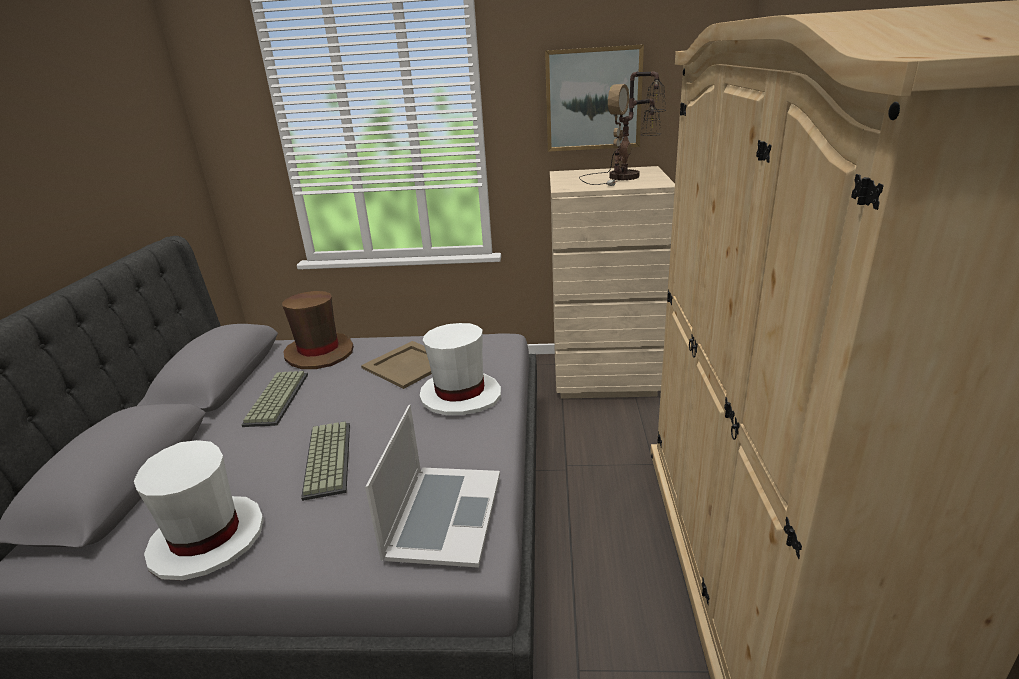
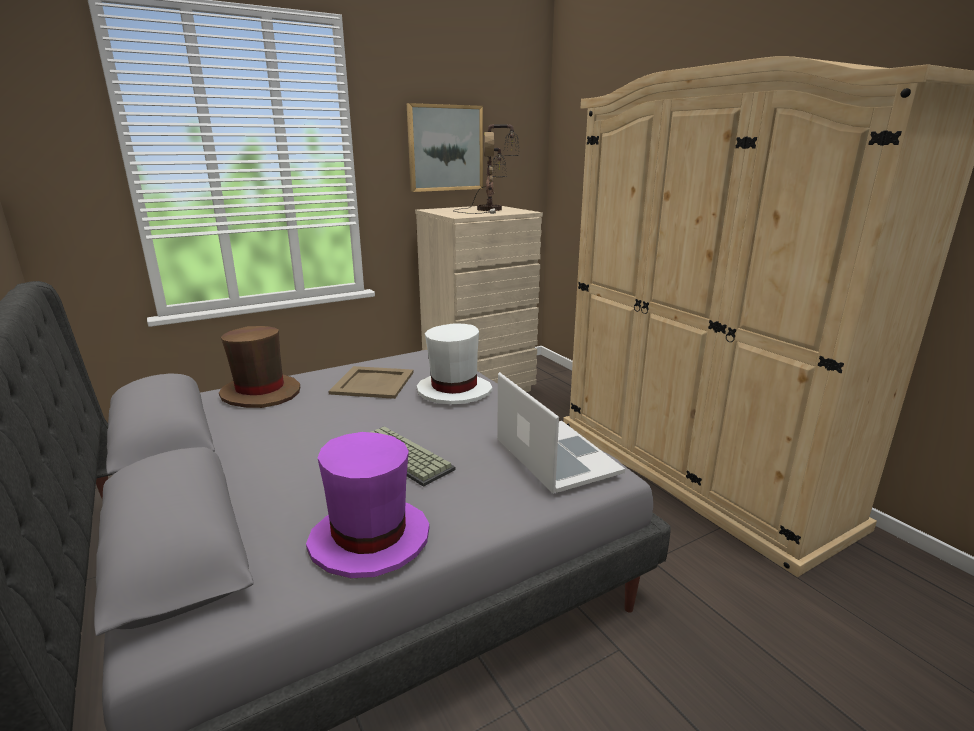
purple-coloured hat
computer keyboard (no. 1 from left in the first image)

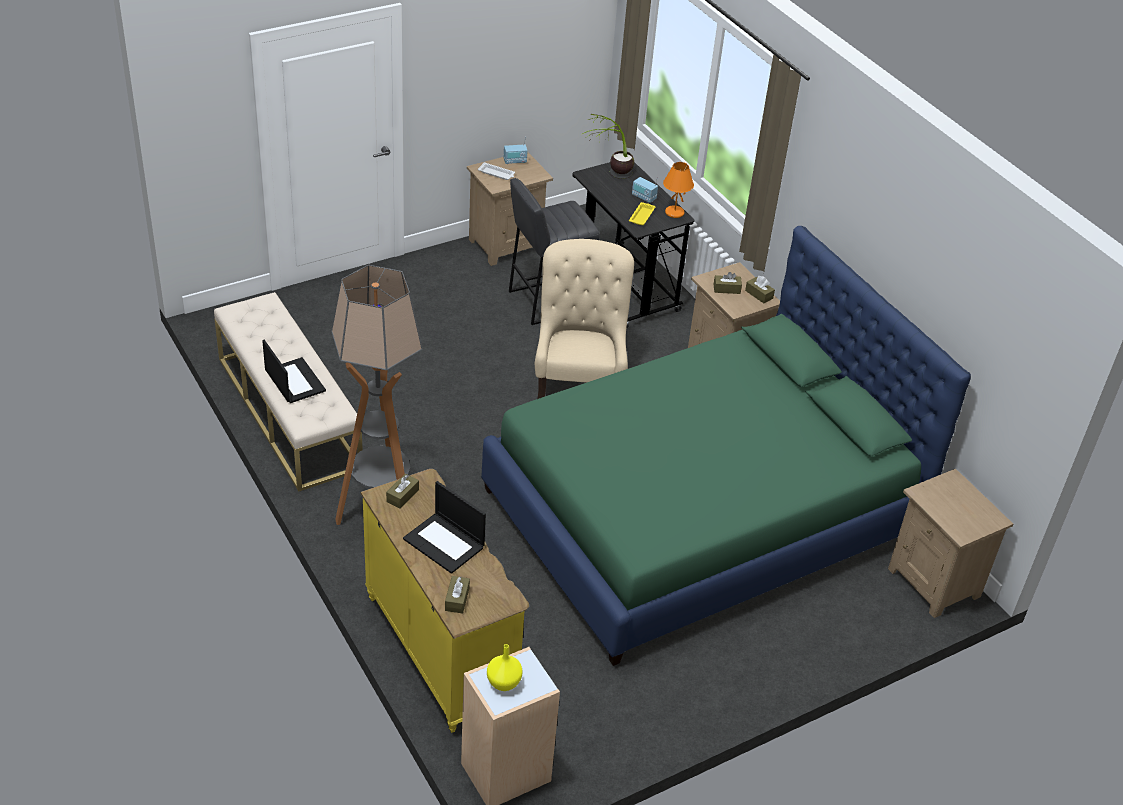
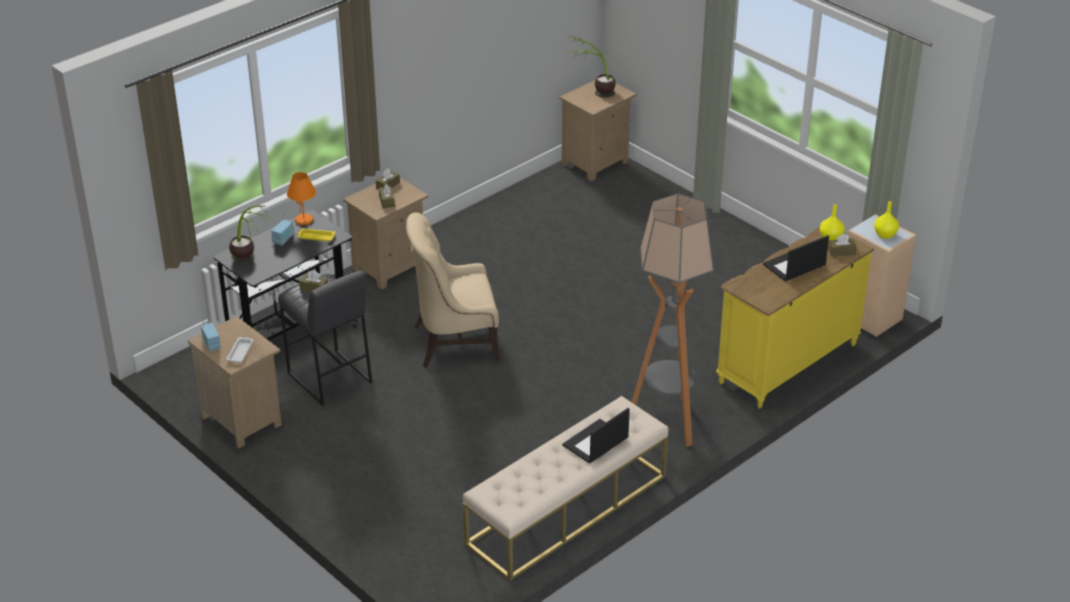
brownish tissue box (no. 1 from left)
notebook computer (no. 2 from left)
green-coloured sleeping bed
plant in a pot (no. 2 from left)
yellow-coloured vase (no. 1 from left)

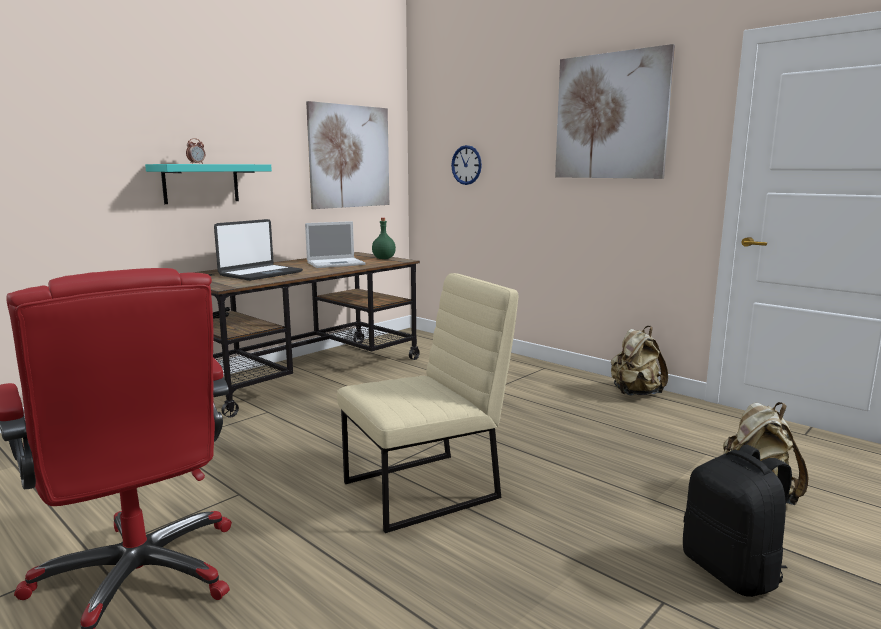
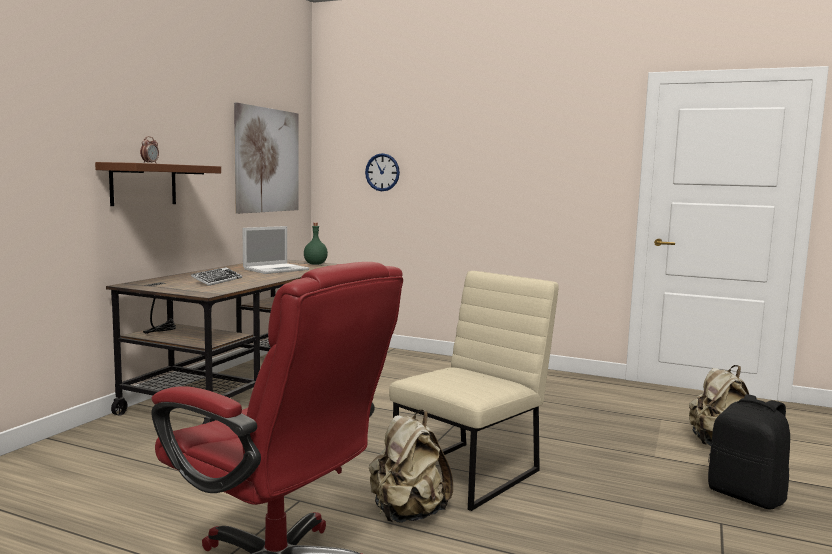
brownish shelf
computer keyboard
wall picture (no. 2 from left in the first image)
beige-coloured knapsack (no. 1 from left)

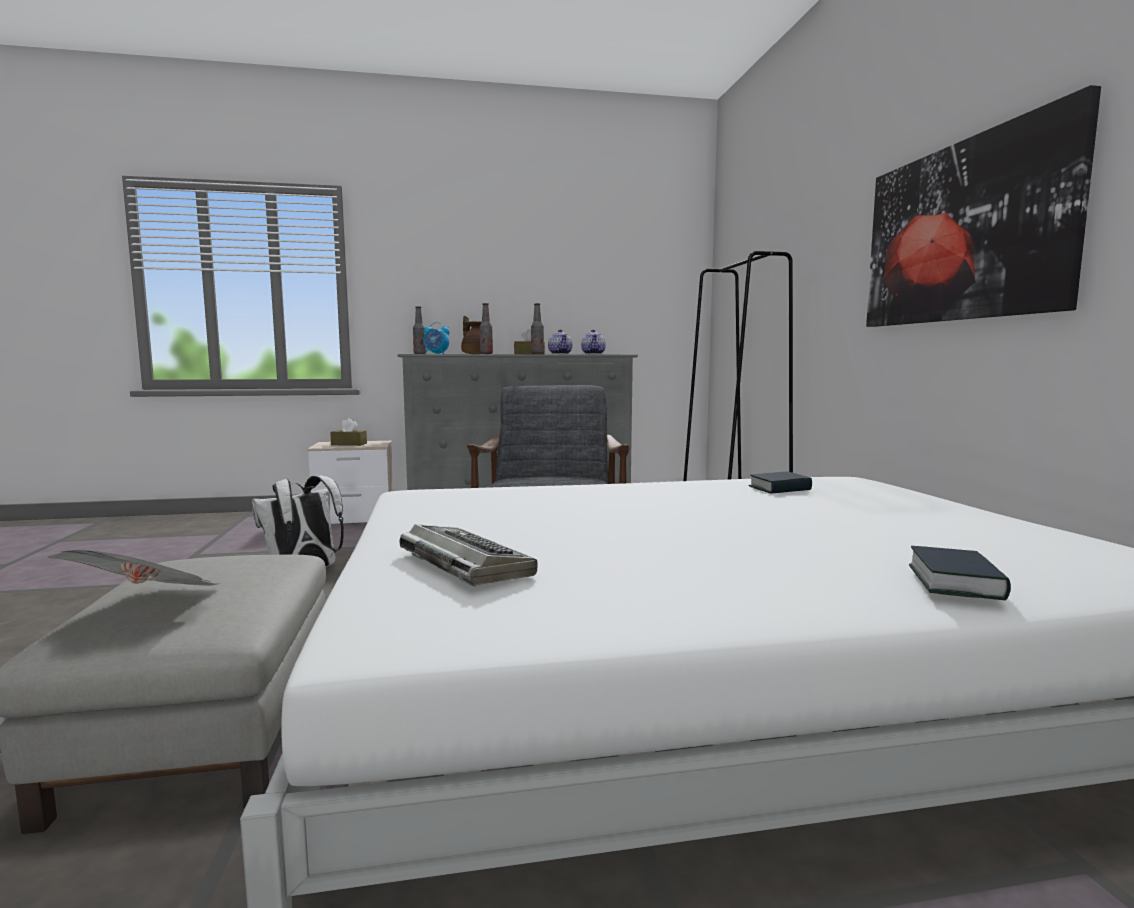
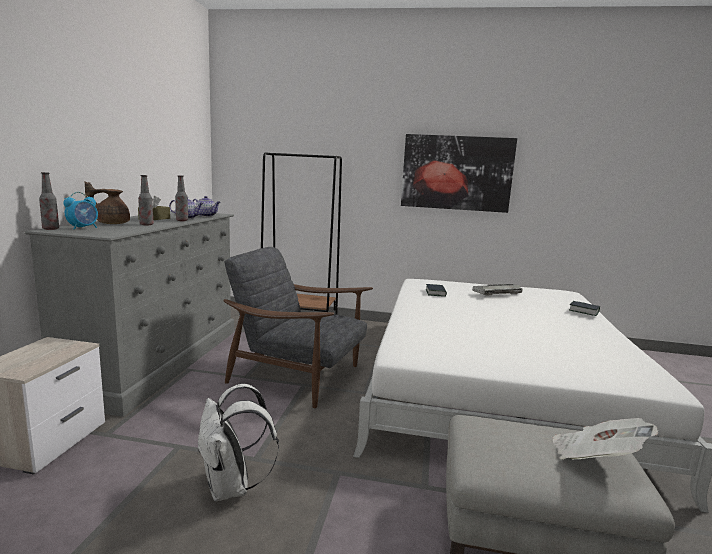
brownish tissue box (no. 1 from left in the first image)
computer keyboard

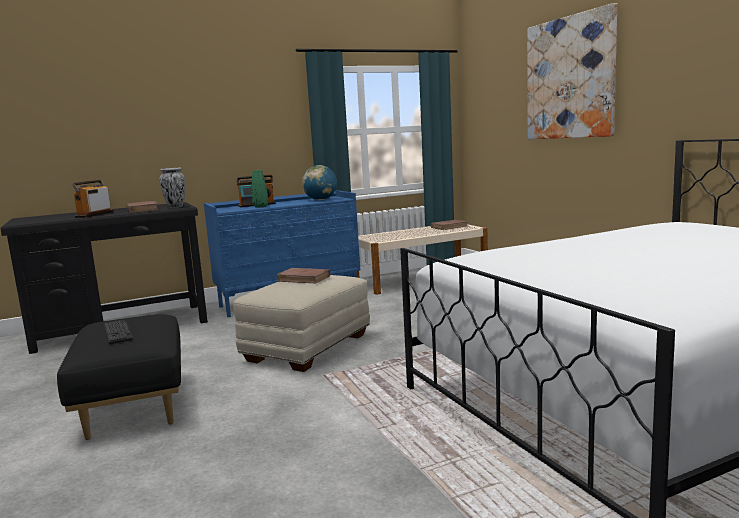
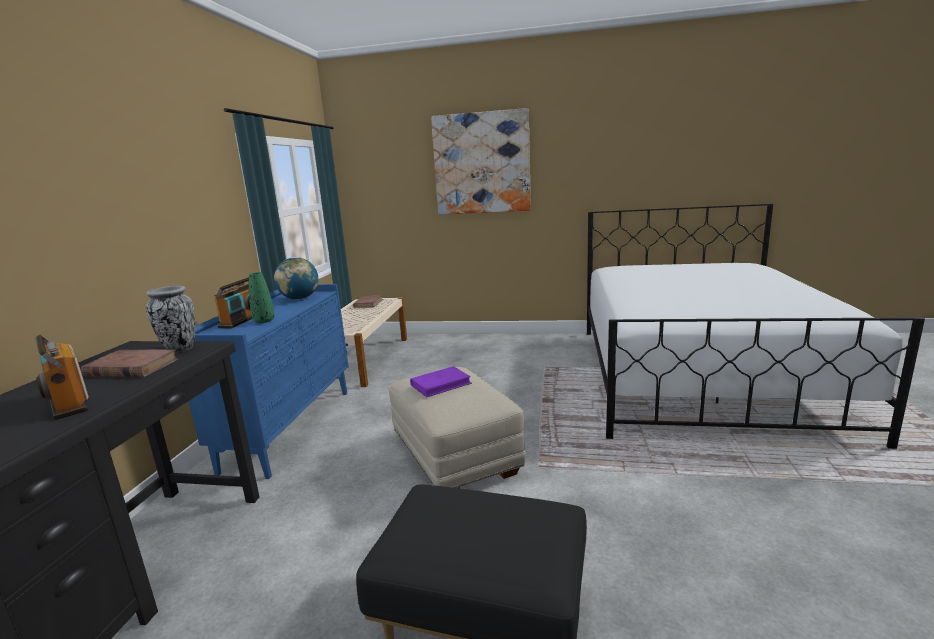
computer keyboard
purple-coloured bound book

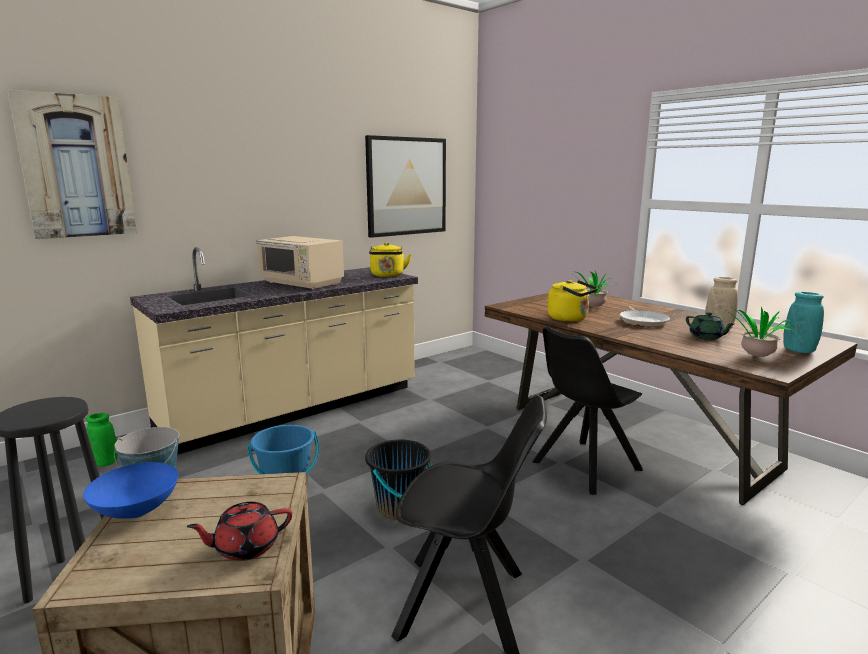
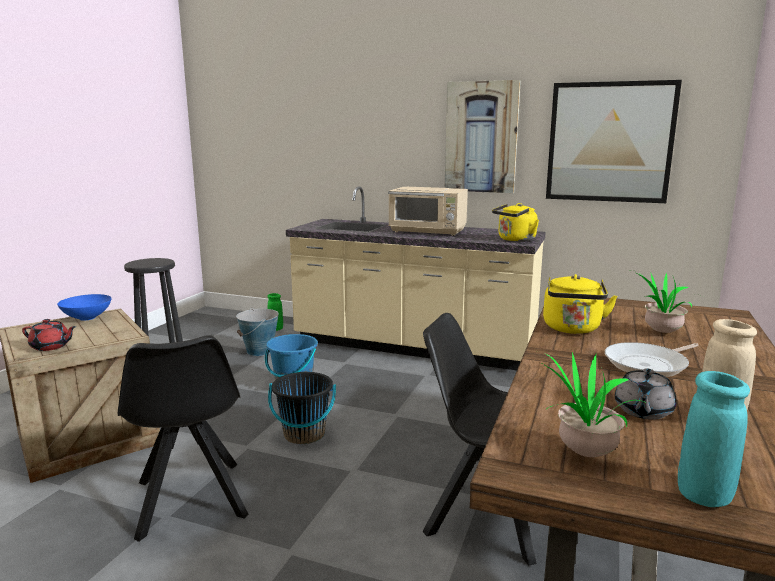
wall picture (no. 1 from left)
reddish tea pot
beige-coloured kitchen microwave
greyish tea pot

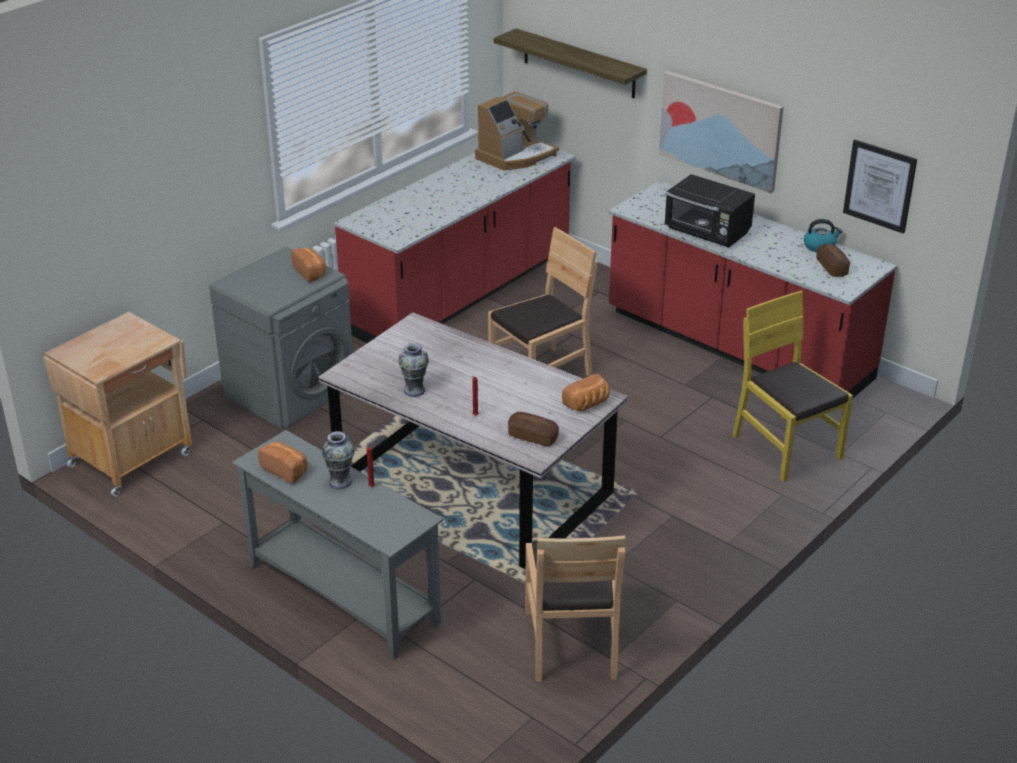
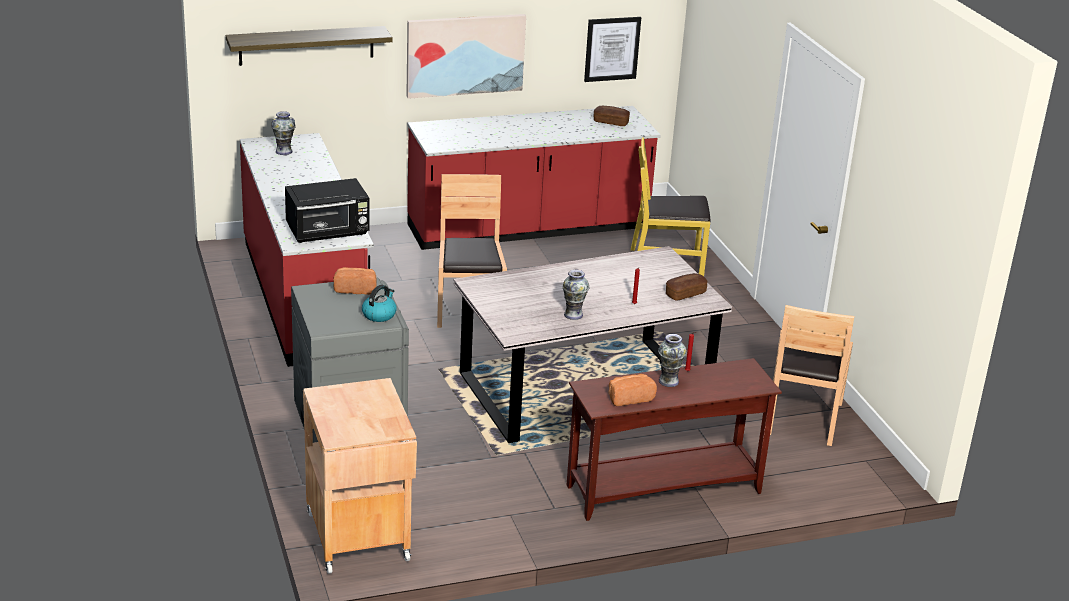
brownish console table
vase (no. 1 from left)
brownish plain chair (no. 2 from left)
bread (no. 4 from left in the first image)
black-coloured kitchen microwave
water kettle

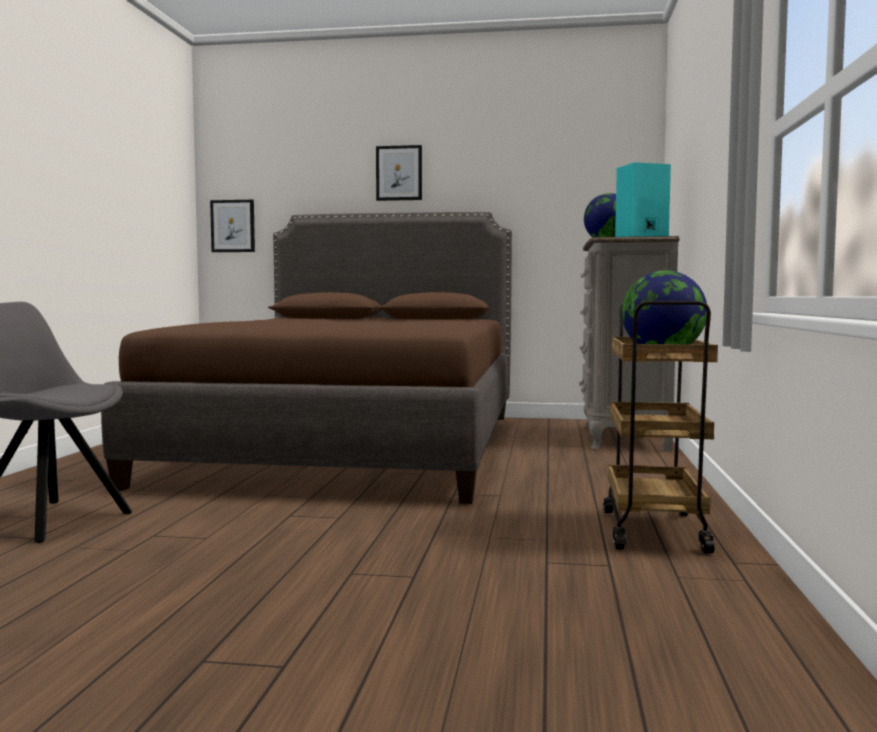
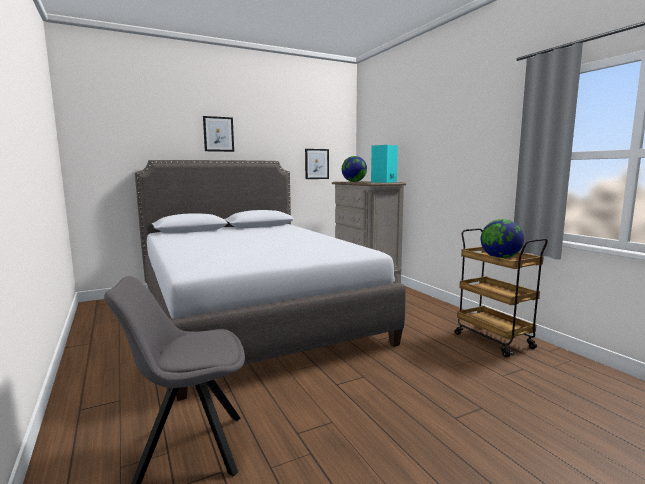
greyish sleeping bed
wall picture (no. 2 from left)

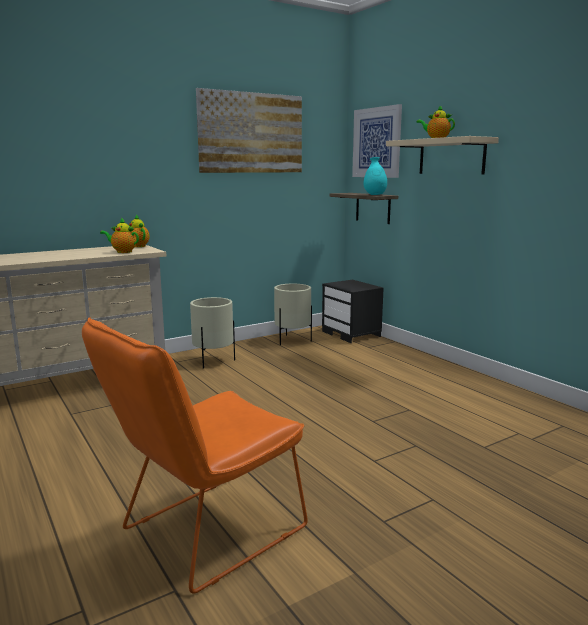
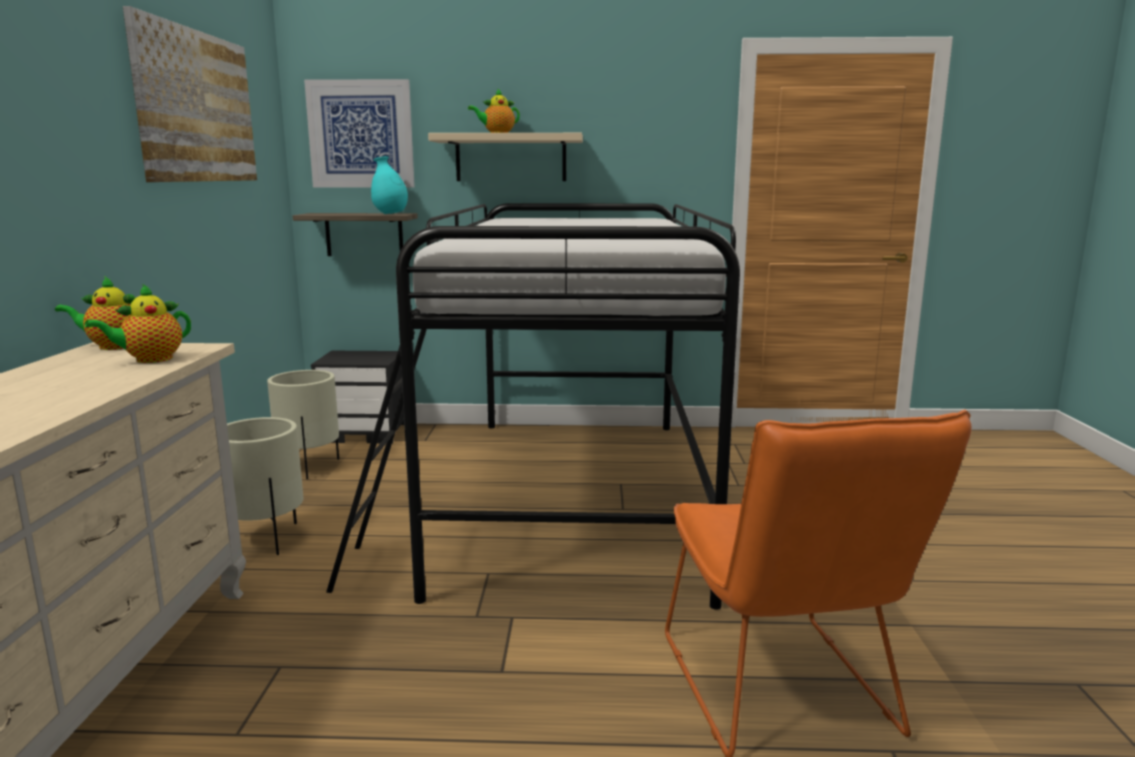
black-coloured sleeping bed

